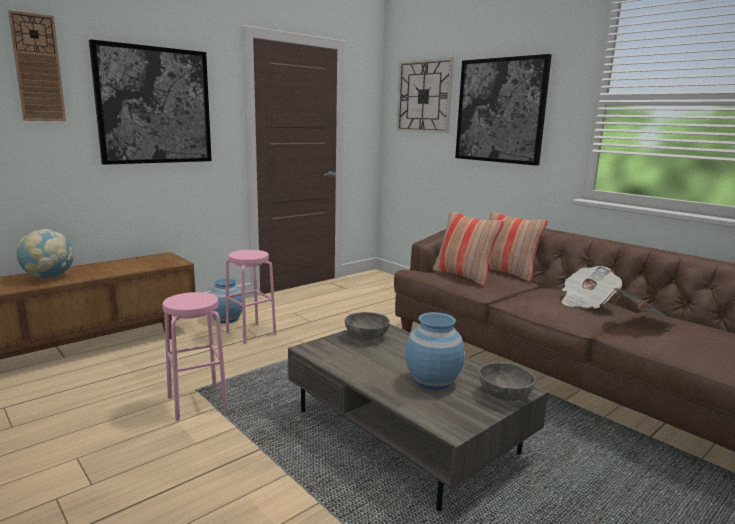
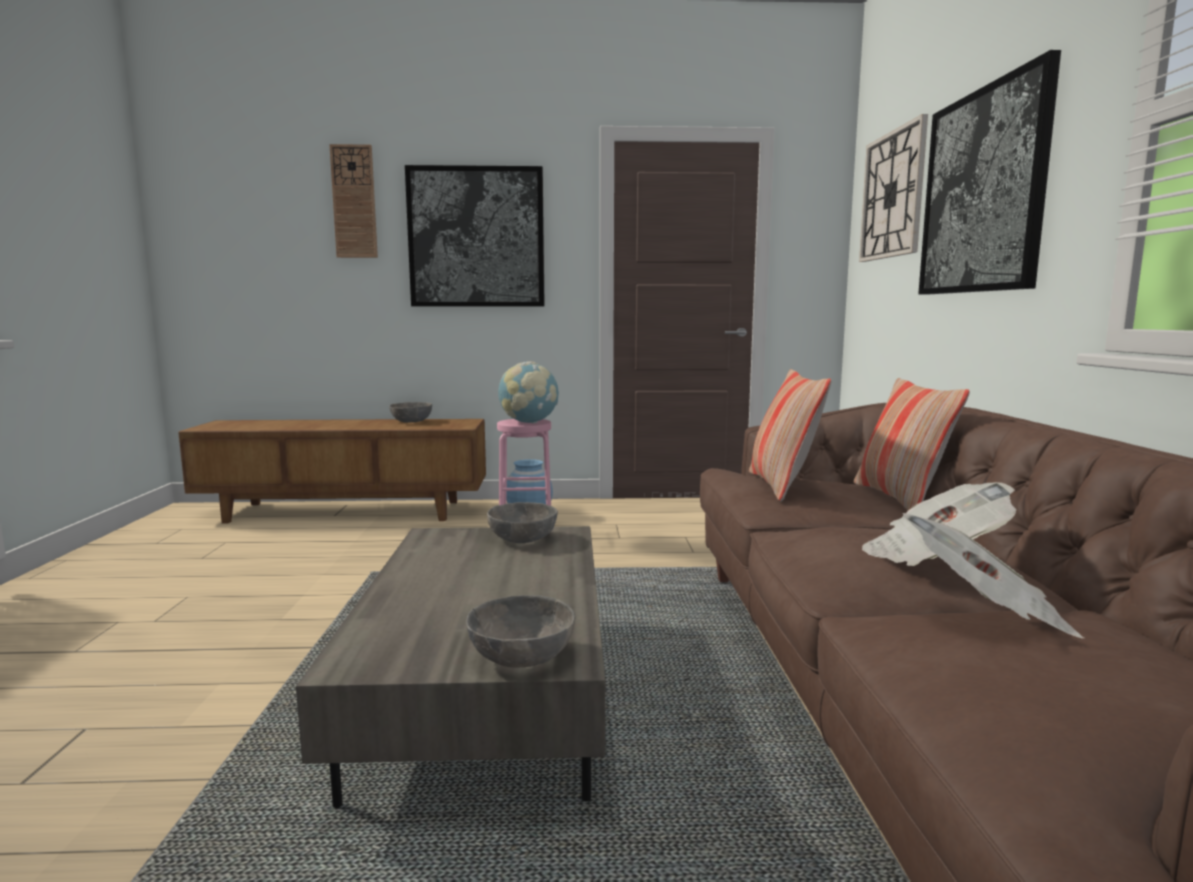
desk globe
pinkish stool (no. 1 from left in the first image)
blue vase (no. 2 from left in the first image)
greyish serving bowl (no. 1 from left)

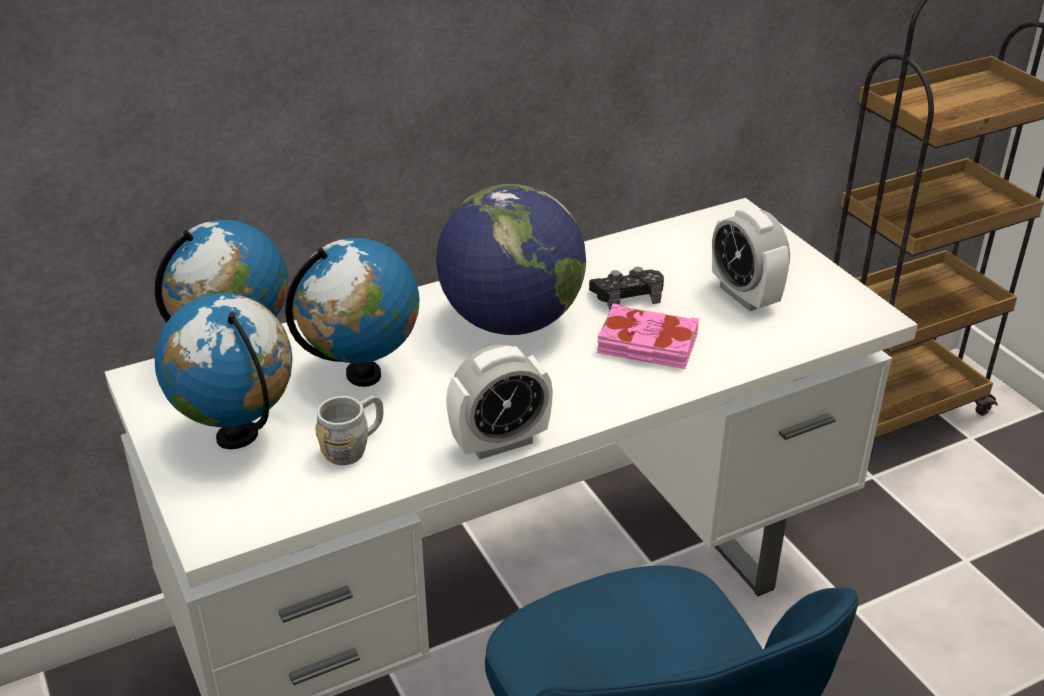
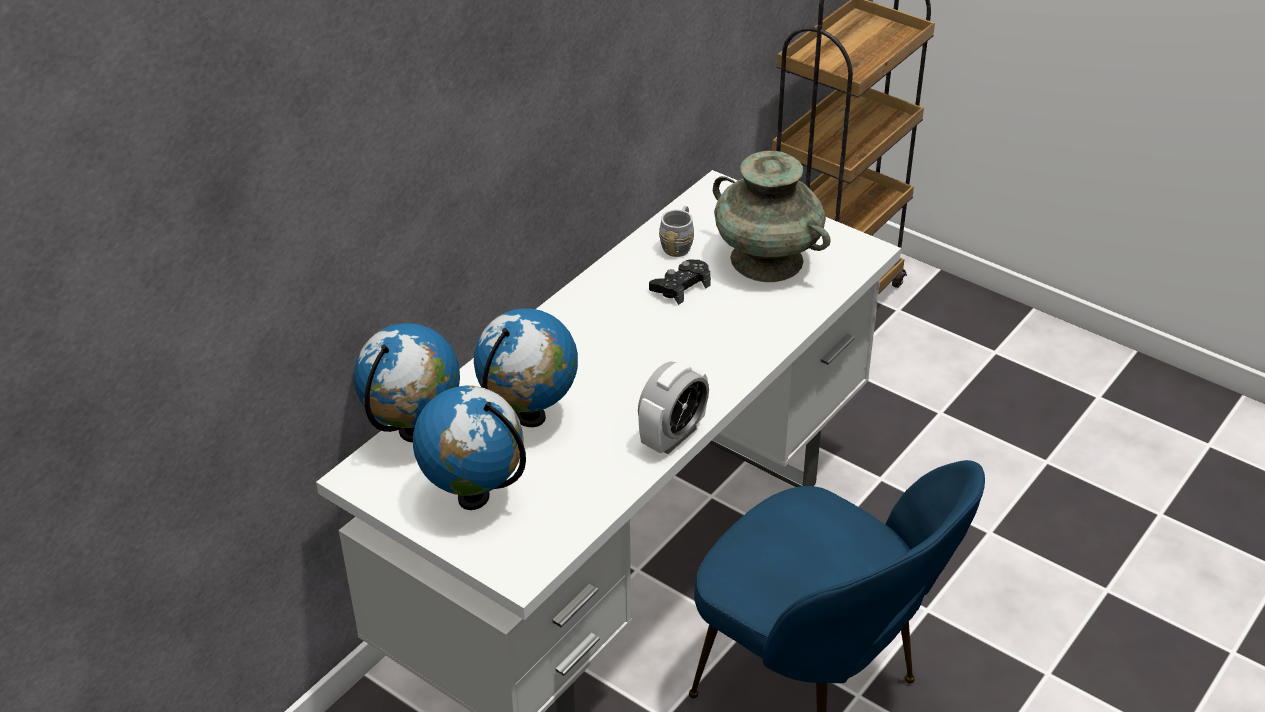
greyish mug
desk globe (no. 4 from left in the first image)
pinkish bound book
turquoise-coloured vase

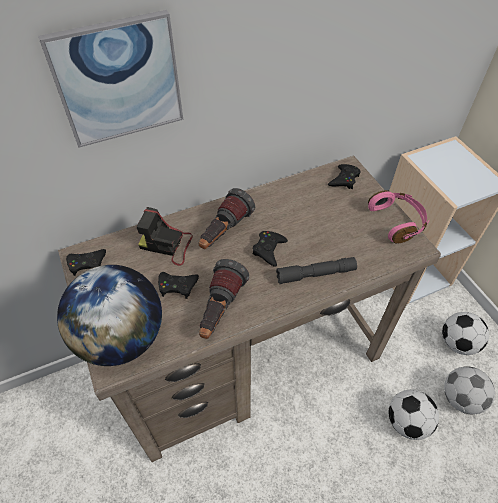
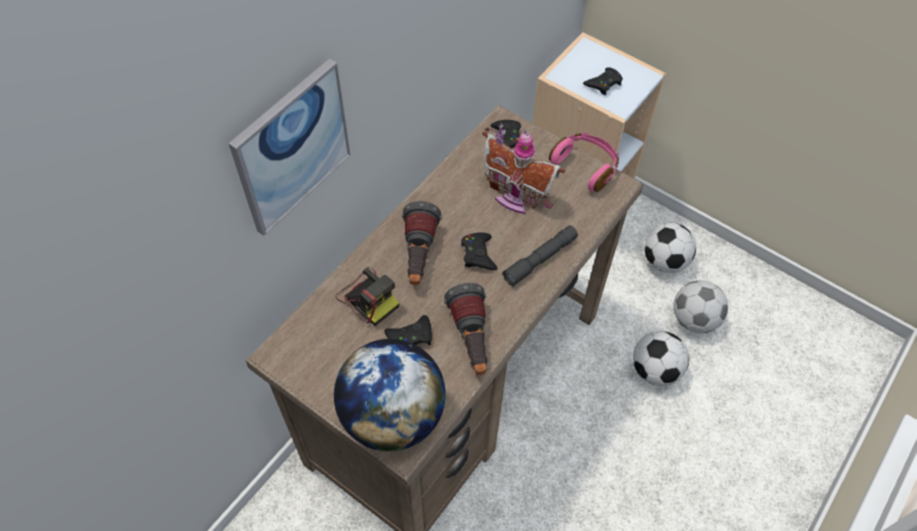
black-coloured game controller (no. 4 from left)
photo camera
toy house

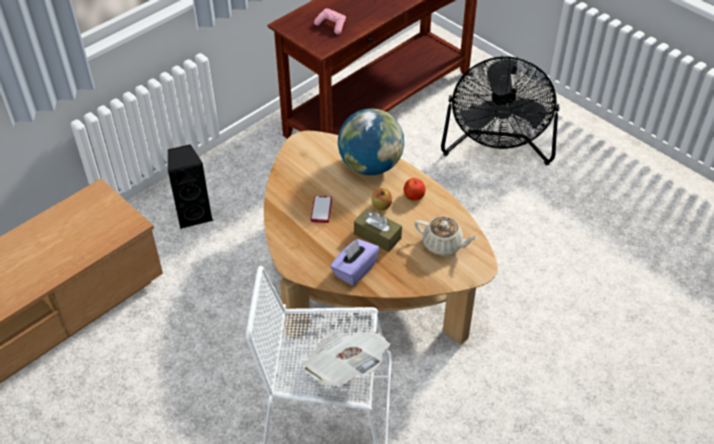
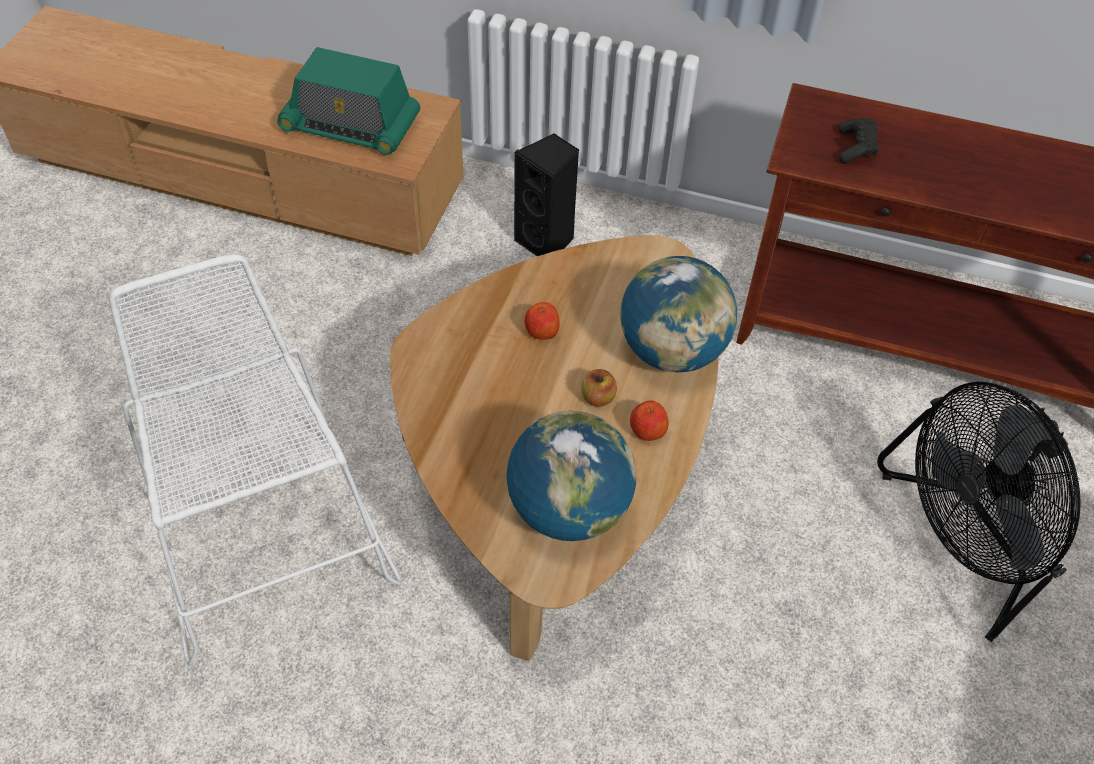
newspaper
apple (no. 1 from left)
black-coloured game controller
purple-coloured tissue box
brownish tissue box
desk globe (no. 1 from left)
radio

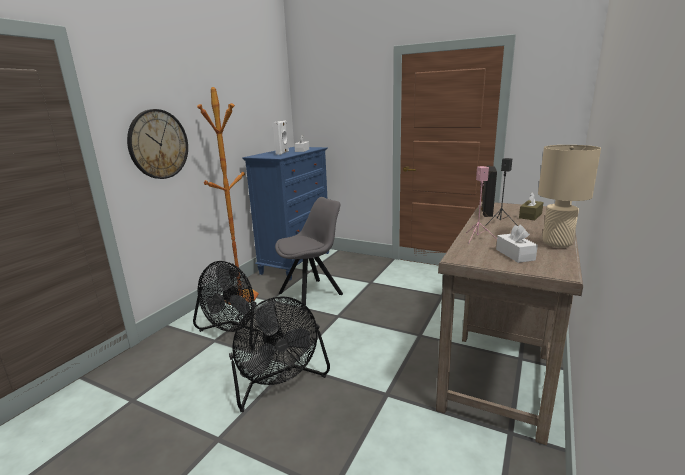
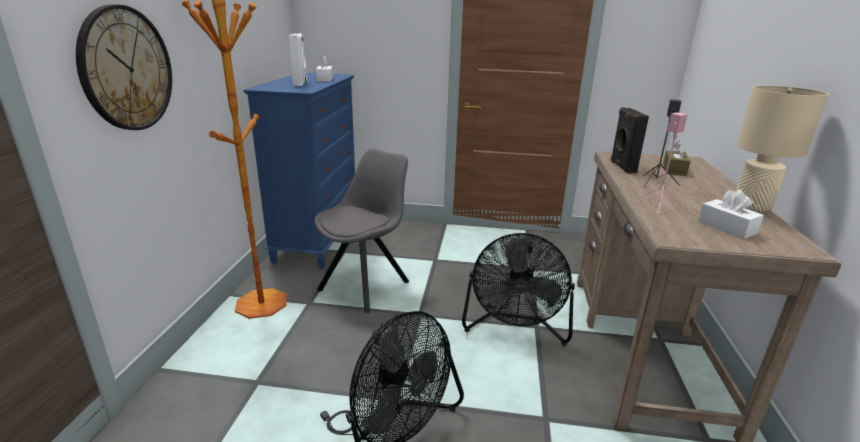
black-coloured cooling fan (no. 2 from left)

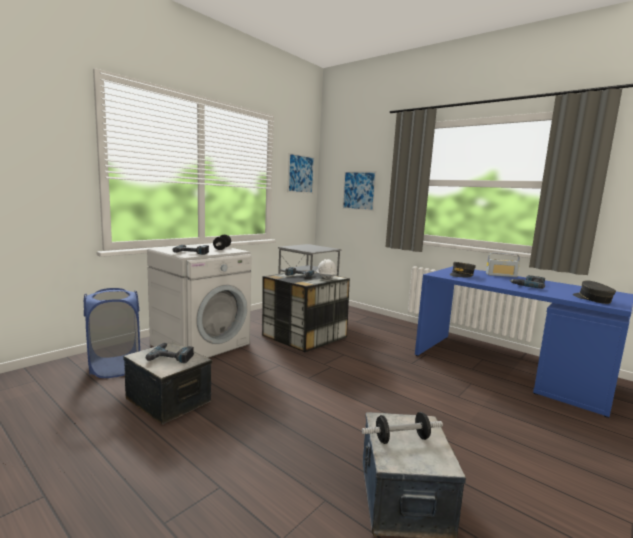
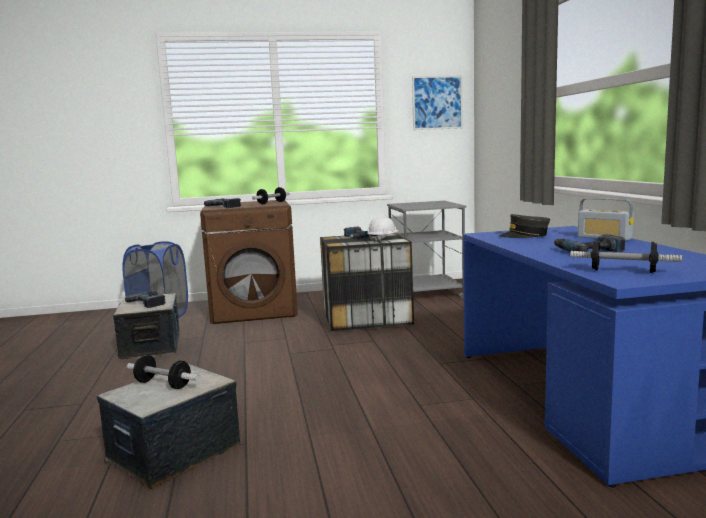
brownish laundry appliance
wall picture (no. 2 from left in the first image)
hand weight (no. 3 from left)

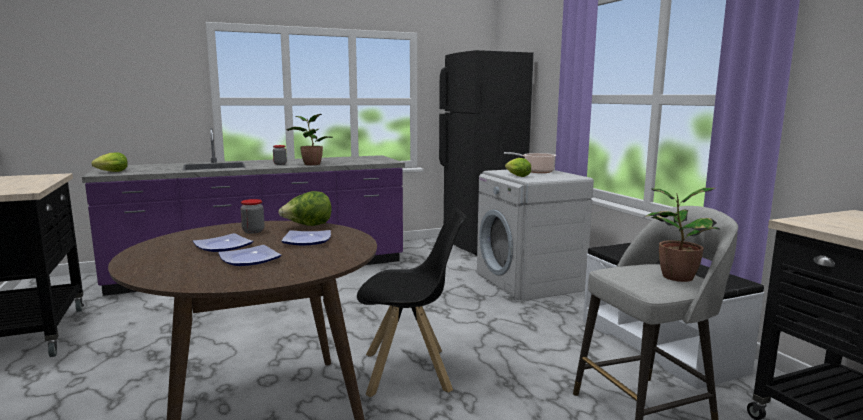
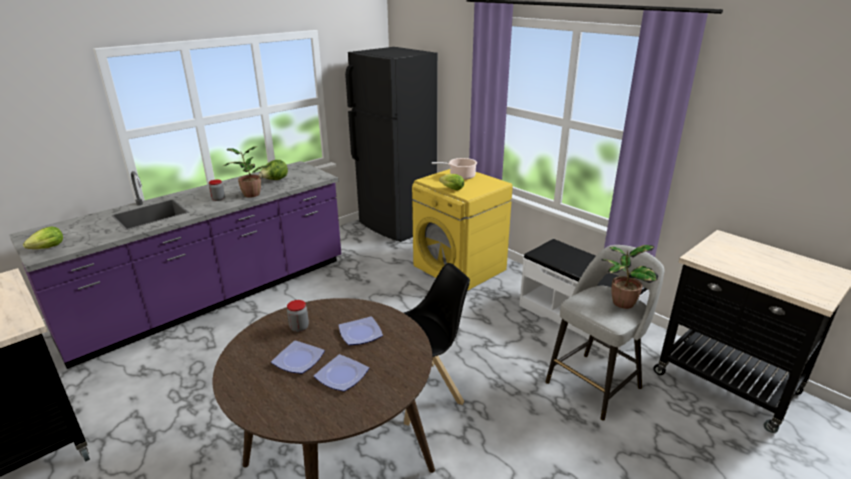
lettuce head (no. 2 from left)
yellow-coloured laundry appliance

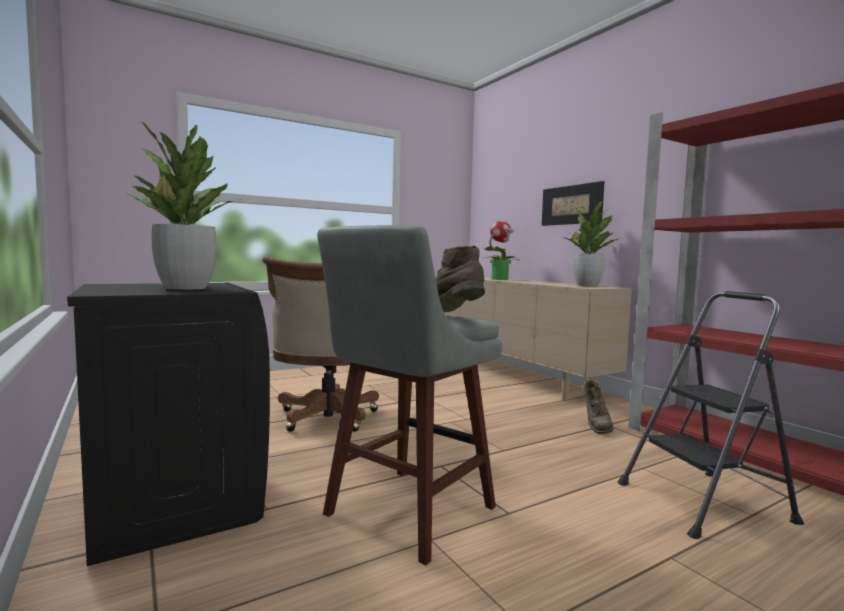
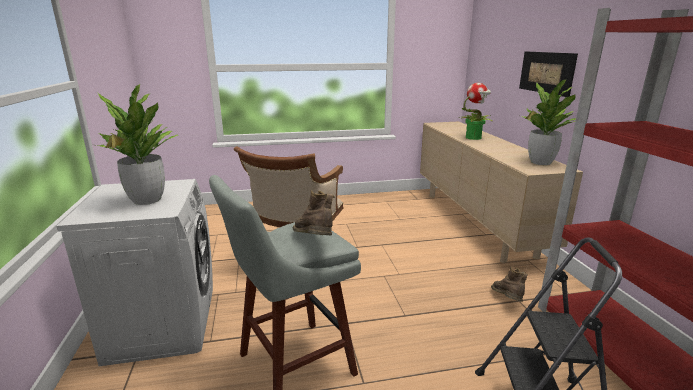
white-coloured laundry appliance
brownish boot (no. 2 from left)

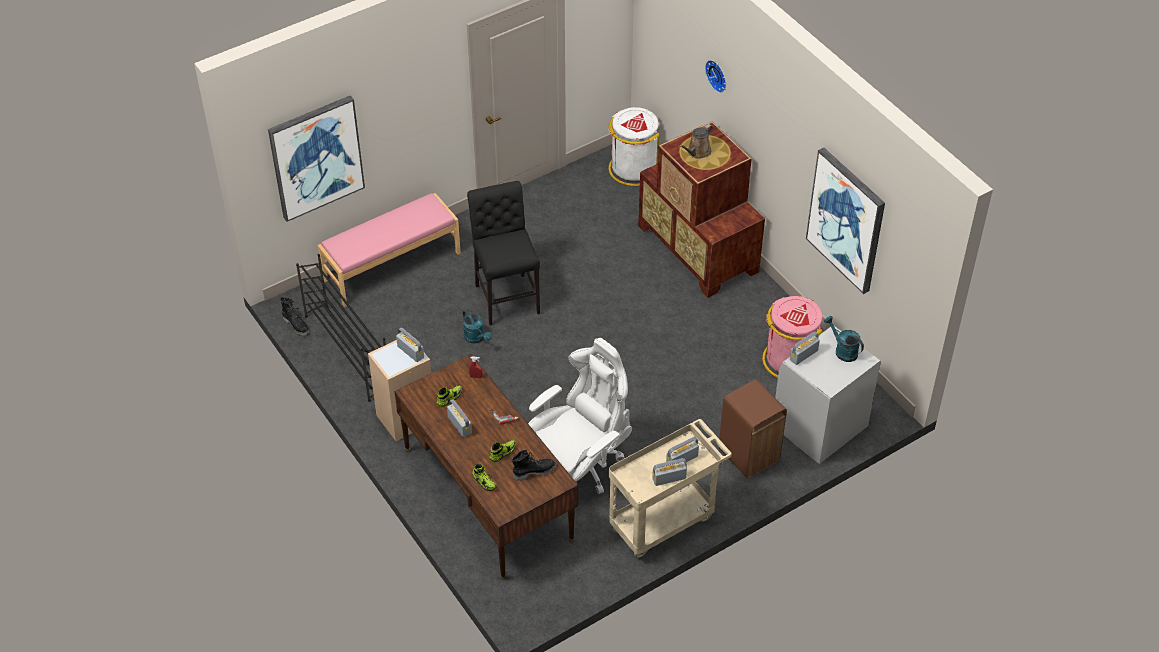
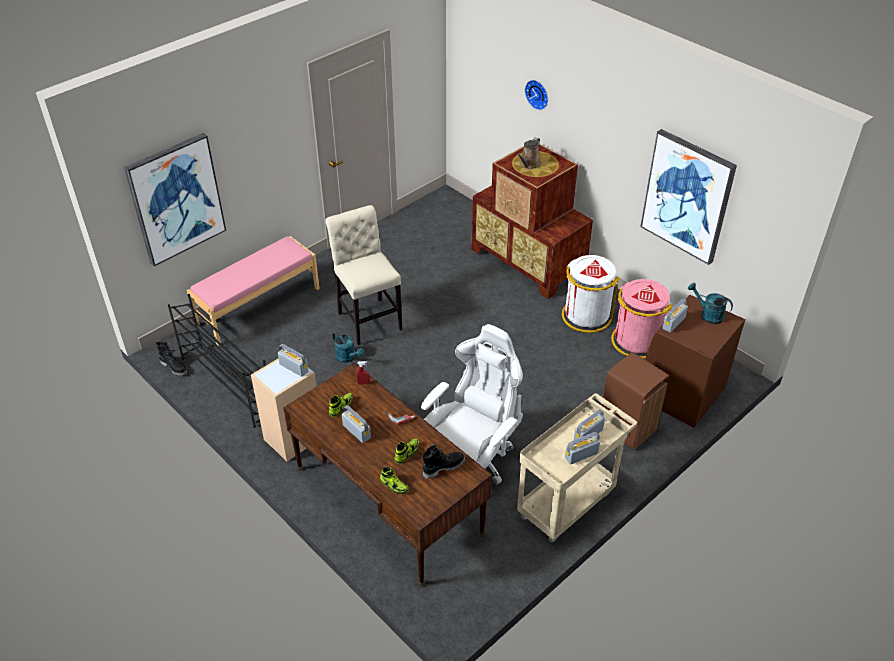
beige-coloured stool
white-coloured waste bin
brownish laundry appliance

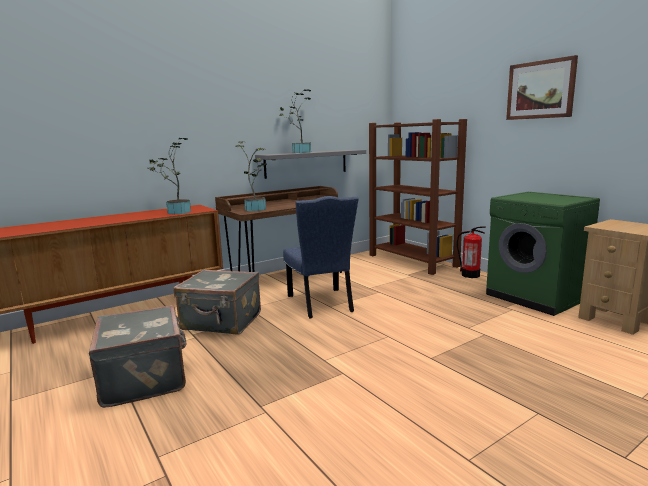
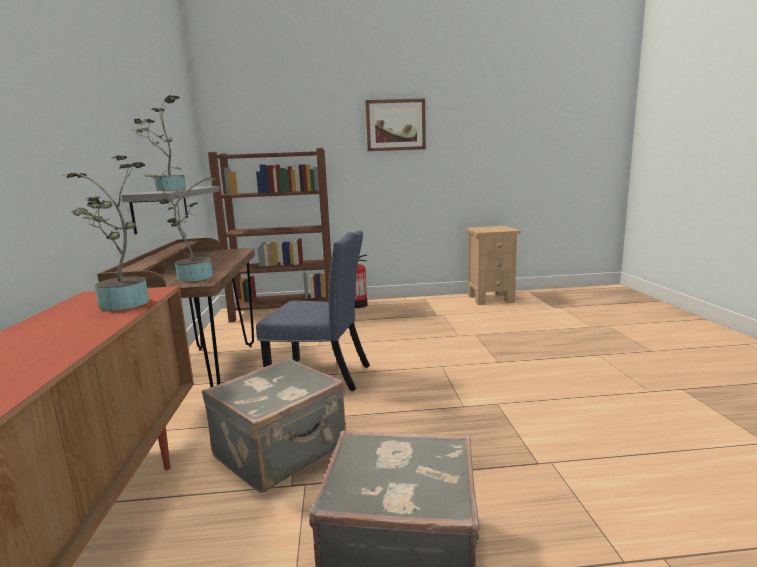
green-coloured laundry appliance

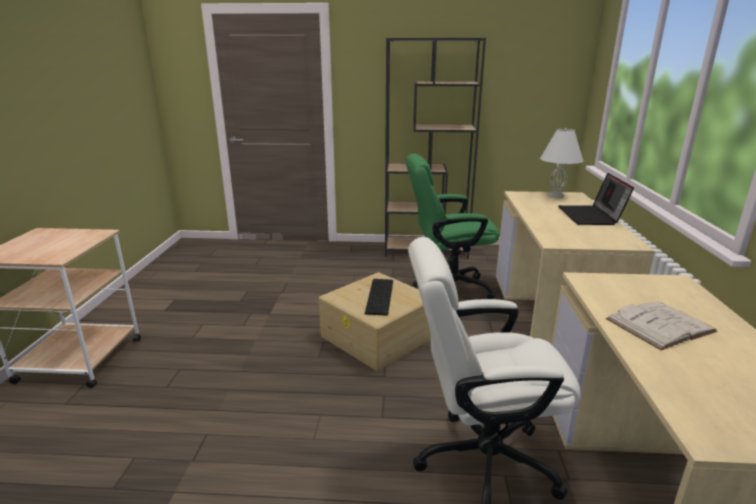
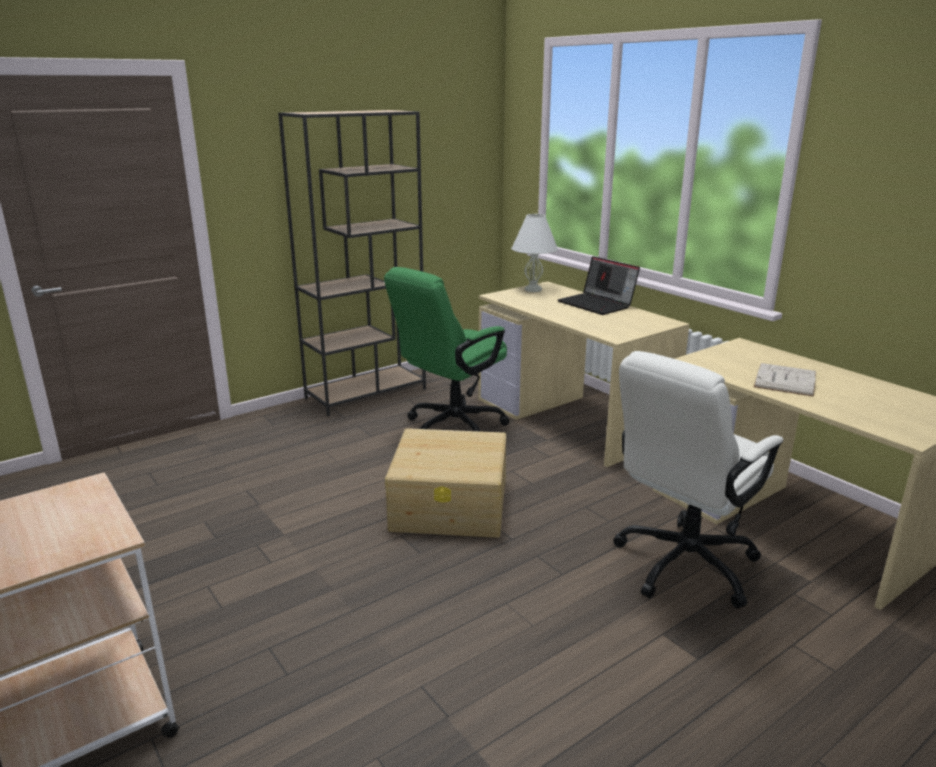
computer keyboard

